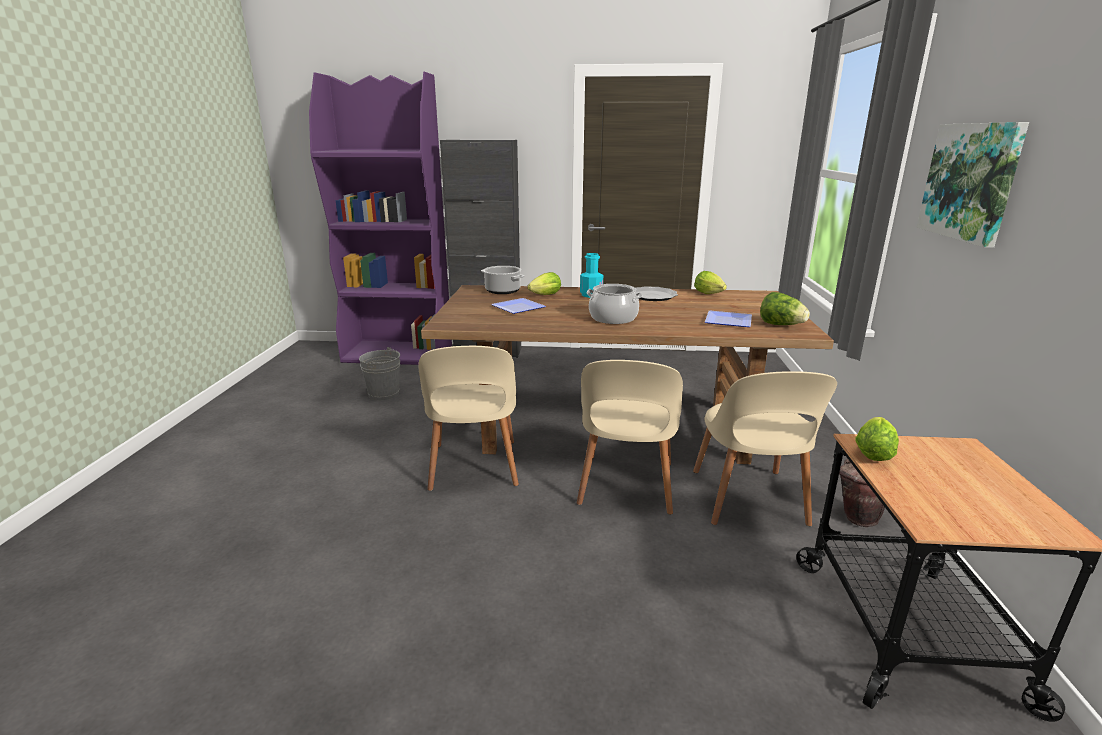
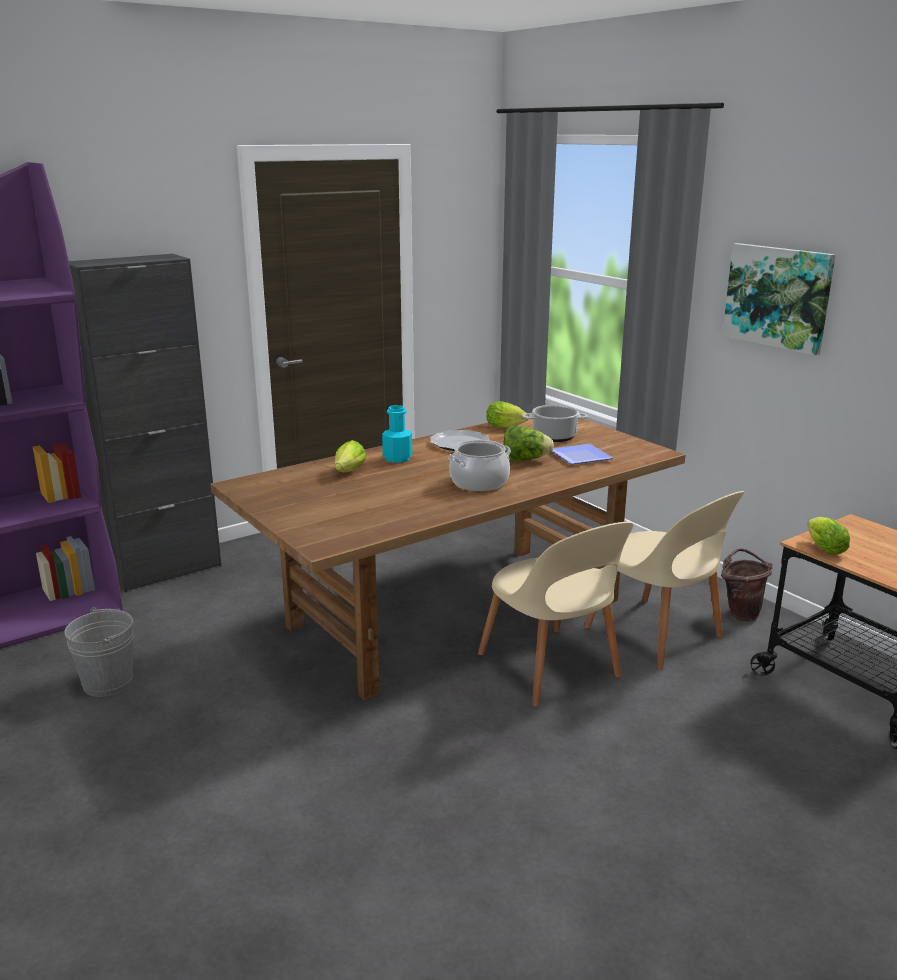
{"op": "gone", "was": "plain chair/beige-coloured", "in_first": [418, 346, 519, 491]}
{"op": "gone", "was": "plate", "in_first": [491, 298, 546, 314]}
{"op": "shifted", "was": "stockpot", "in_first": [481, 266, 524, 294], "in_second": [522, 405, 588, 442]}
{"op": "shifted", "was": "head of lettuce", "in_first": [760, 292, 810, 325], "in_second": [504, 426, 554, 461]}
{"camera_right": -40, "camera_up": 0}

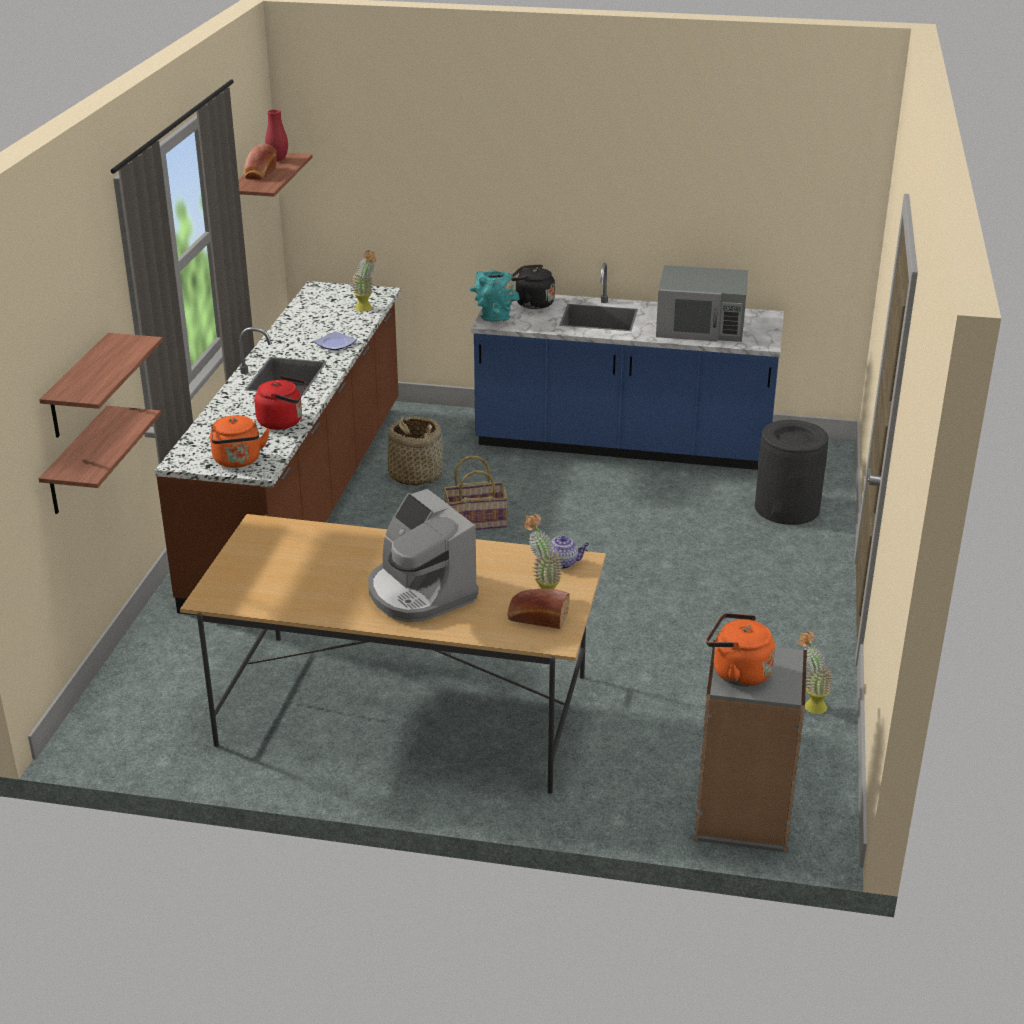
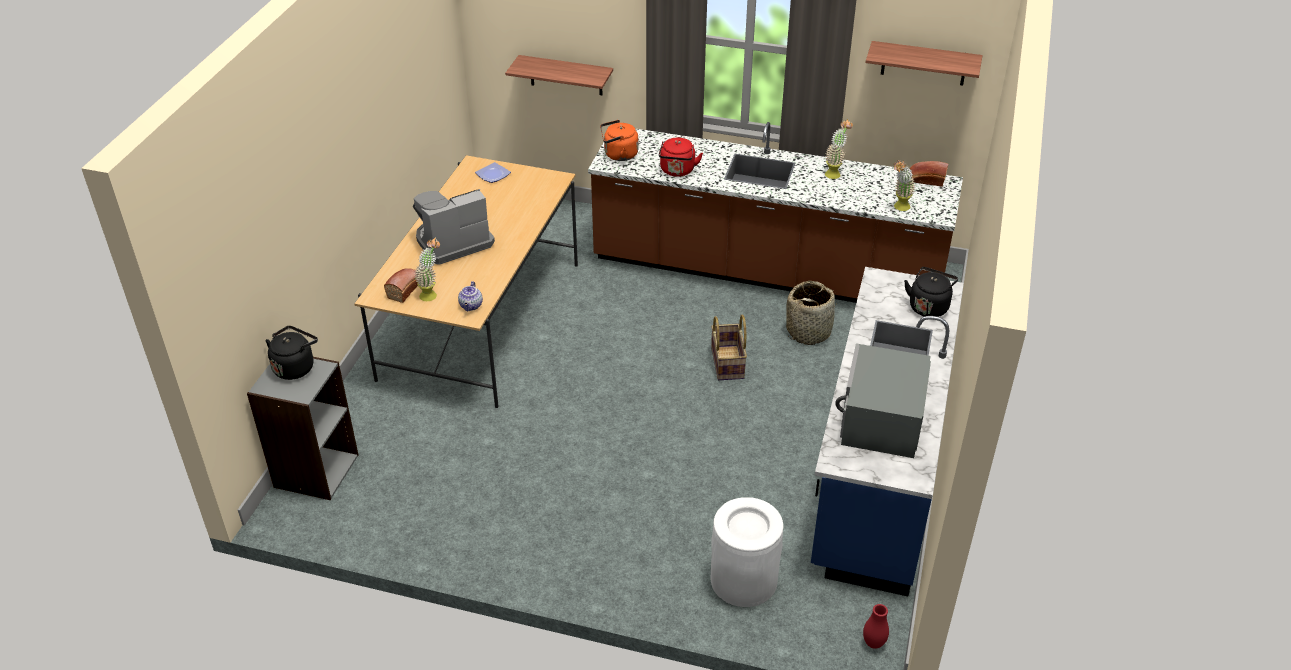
{"op": "gone", "was": "shelf", "in_first": [39, 333, 163, 438]}
{"op": "gone", "was": "decorative vase/blue-green", "in_first": [470, 269, 520, 323]}
{"op": "shifted", "was": "bakery bread", "in_first": [244, 144, 277, 180], "in_second": [910, 161, 948, 187]}
{"op": "shifted", "was": "decorative vase/reddish", "in_first": [265, 110, 288, 161], "in_second": [863, 604, 889, 649]}
{"op": "shifted", "was": "plate", "in_first": [313, 331, 357, 350], "in_second": [475, 162, 511, 183]}
{"op": "shifted", "was": "plant in a pot", "in_first": [798, 631, 833, 714], "in_second": [825, 119, 853, 179]}
{"op": "repainted", "was": "water kettle/orange", "now": "water kettle/black-coloured", "in_first": [706, 613, 775, 686], "in_second": [265, 326, 318, 380]}
{"op": "repainted", "was": "rubbish bin/black-coloured", "now": "rubbish bin/white-coloured", "in_first": [755, 420, 829, 525], "in_second": [710, 497, 783, 607]}
{"camera_right": 95, "camera_up": 10}

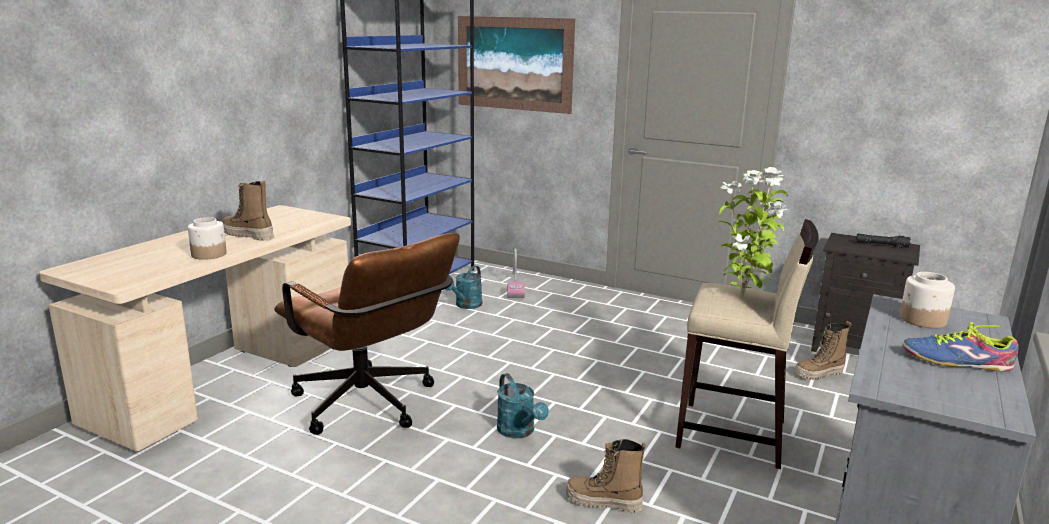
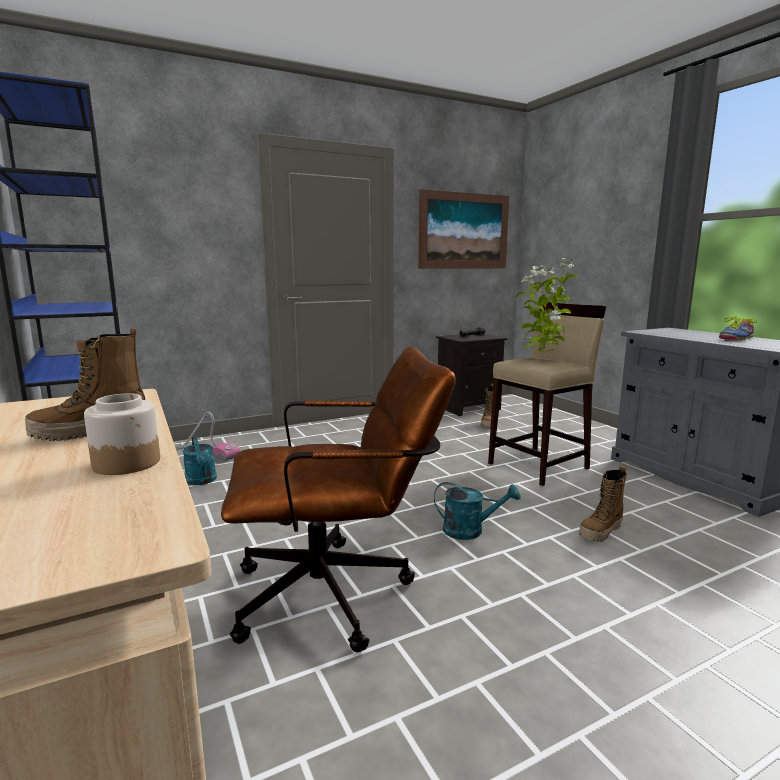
{"op": "gone", "was": "storage jar", "in_first": [900, 272, 955, 328]}
{"op": "shifted", "was": "wall art", "in_first": [458, 16, 575, 114], "in_second": [418, 189, 509, 269]}
{"camera_right": -55, "camera_up": -5}

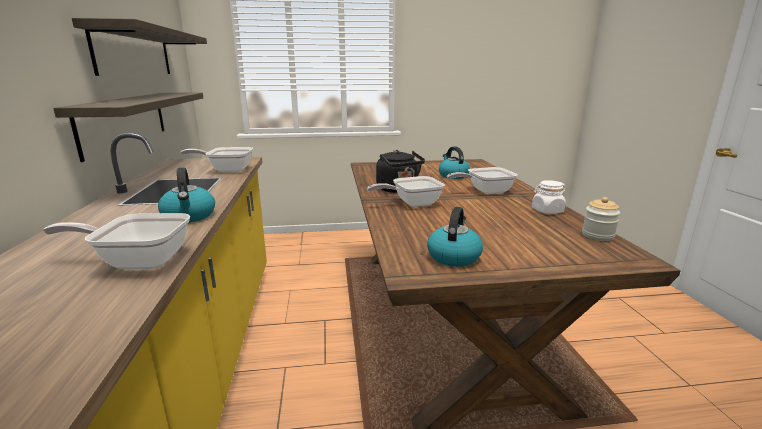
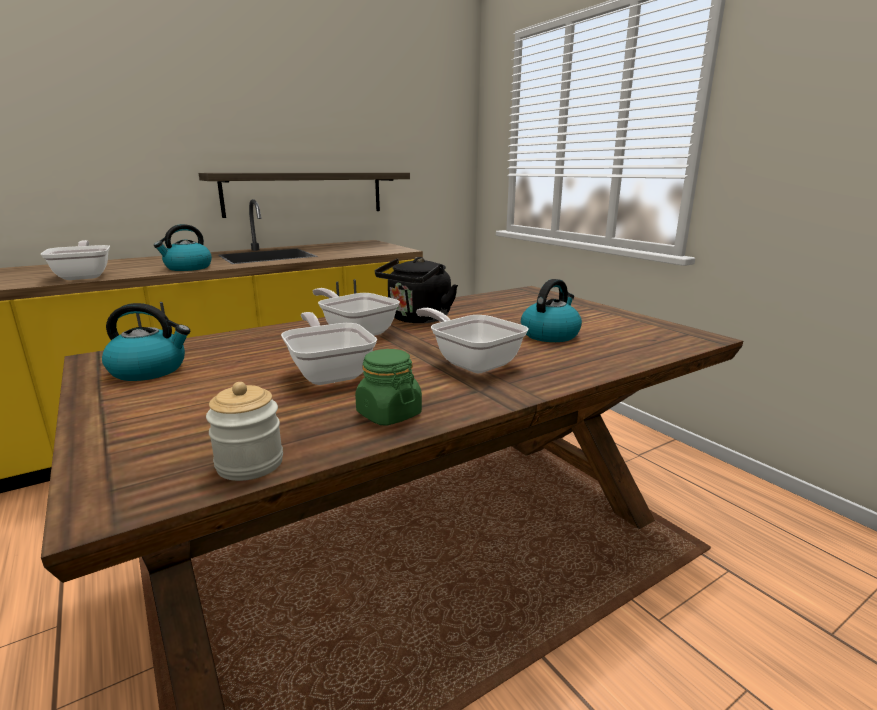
{"op": "gone", "was": "shelf", "in_first": [72, 18, 207, 76]}
{"op": "shifted", "was": "frying pan", "in_first": [180, 147, 253, 172], "in_second": [281, 312, 377, 385]}
{"op": "repainted", "was": "storage jar/white-coloured", "now": "storage jar/green", "in_first": [532, 180, 566, 214], "in_second": [355, 349, 422, 426]}
{"camera_right": 65, "camera_up": 0}

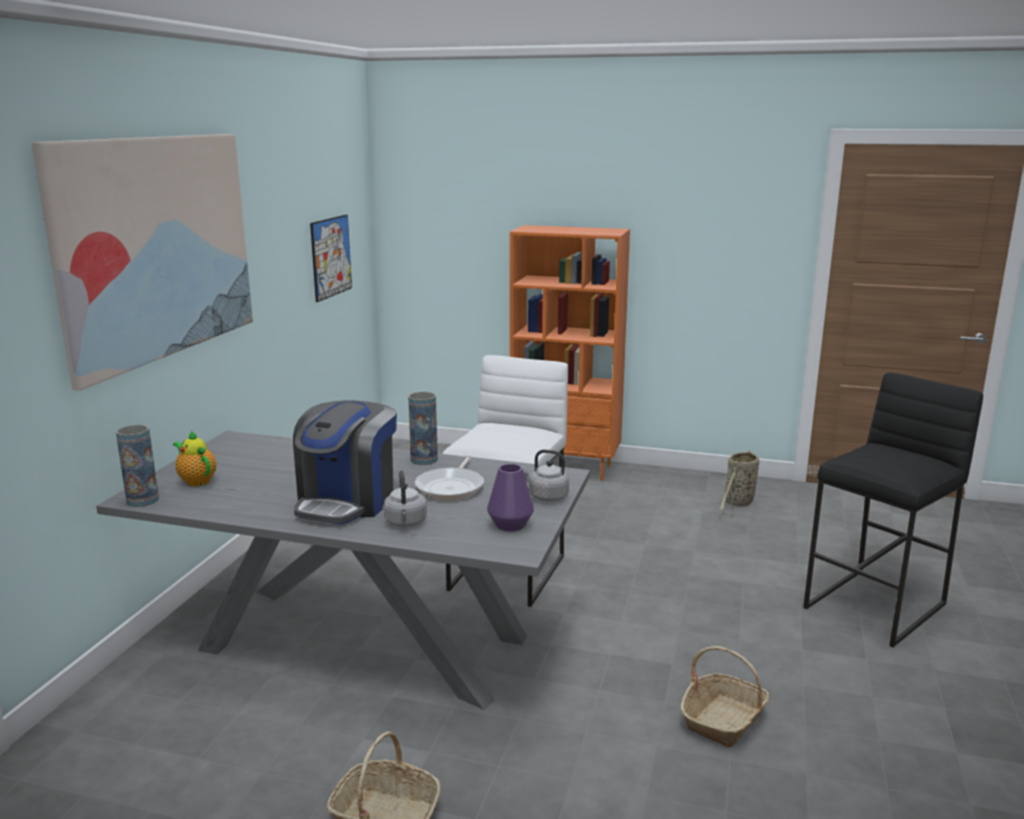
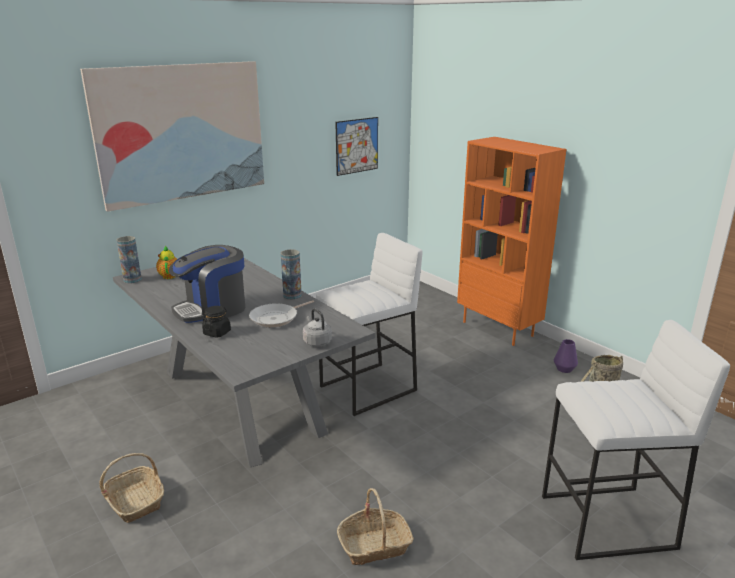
{"op": "shifted", "was": "decorative vase/purplish", "in_first": [487, 464, 534, 531], "in_second": [554, 339, 578, 373]}
{"op": "swapped", "was": "water kettle/greyish", "now": "storage jar/black-coloured", "in_first": [384, 470, 427, 527], "in_second": [202, 306, 231, 338]}
{"op": "repainted", "was": "stool/black-coloured", "now": "stool/white-coloured", "in_first": [803, 372, 983, 647], "in_second": [542, 320, 730, 560]}
{"camera_right": 35, "camera_up": 5}

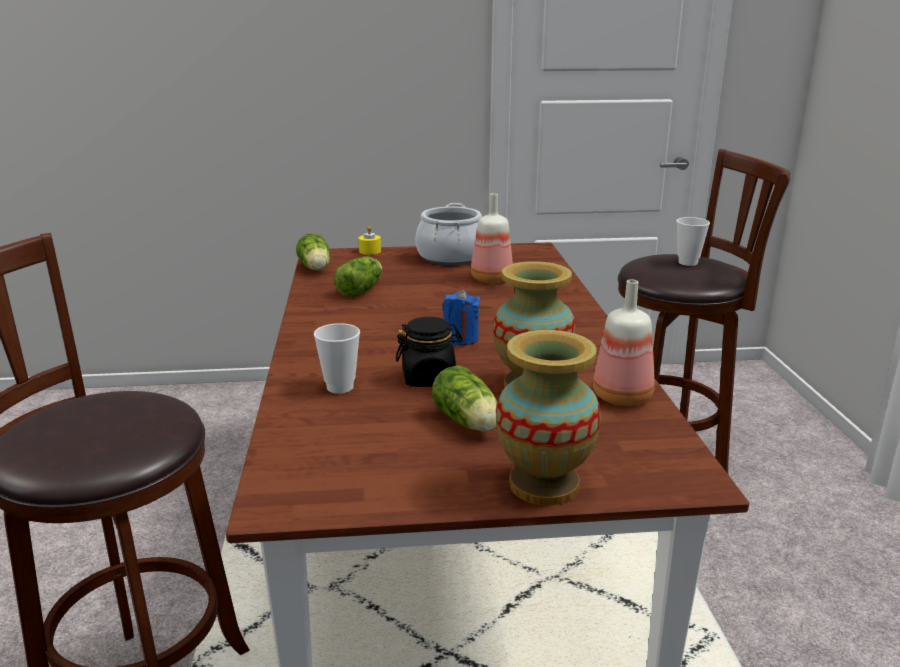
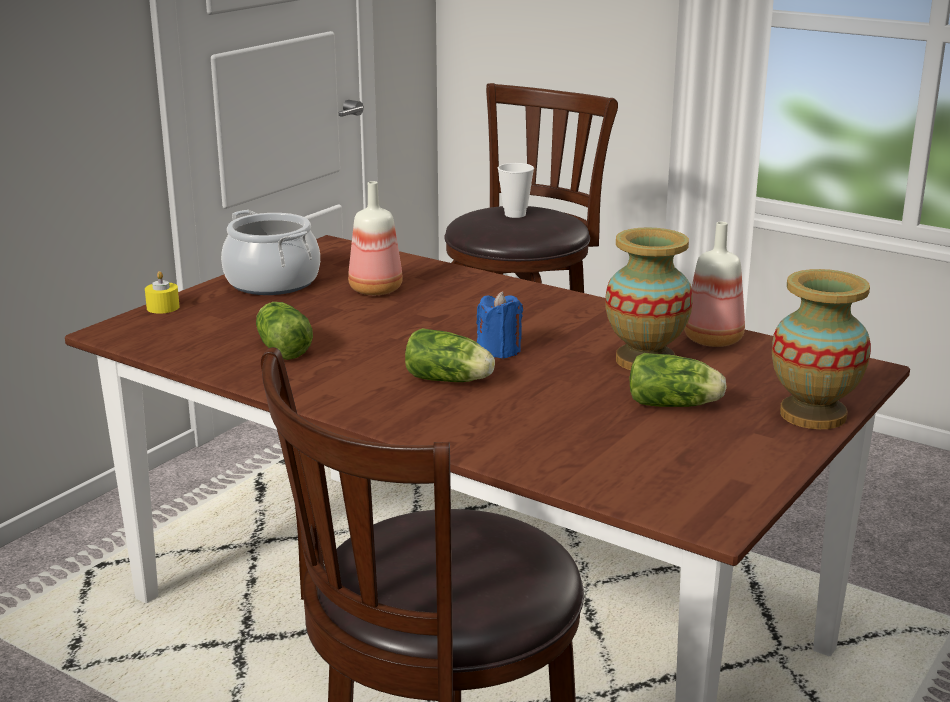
{"op": "gone", "was": "drinking cup", "in_first": [314, 323, 360, 394]}
{"op": "gone", "was": "storage jar/black-coloured", "in_first": [396, 317, 463, 387]}
{"op": "shifted", "was": "head of lettuce", "in_first": [296, 233, 330, 271], "in_second": [405, 328, 495, 382]}
{"camera_right": -50, "camera_up": 0}

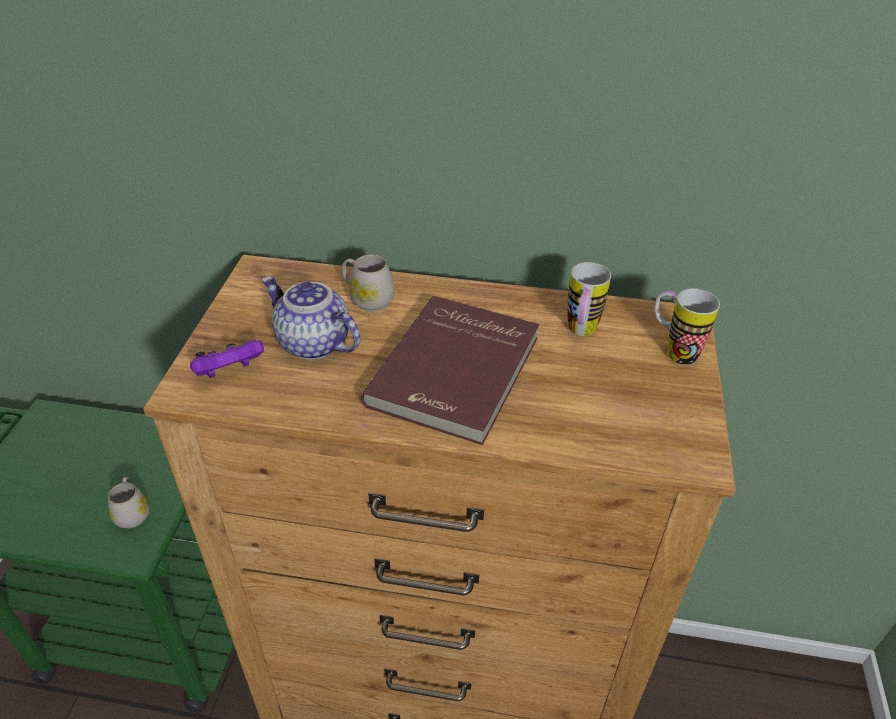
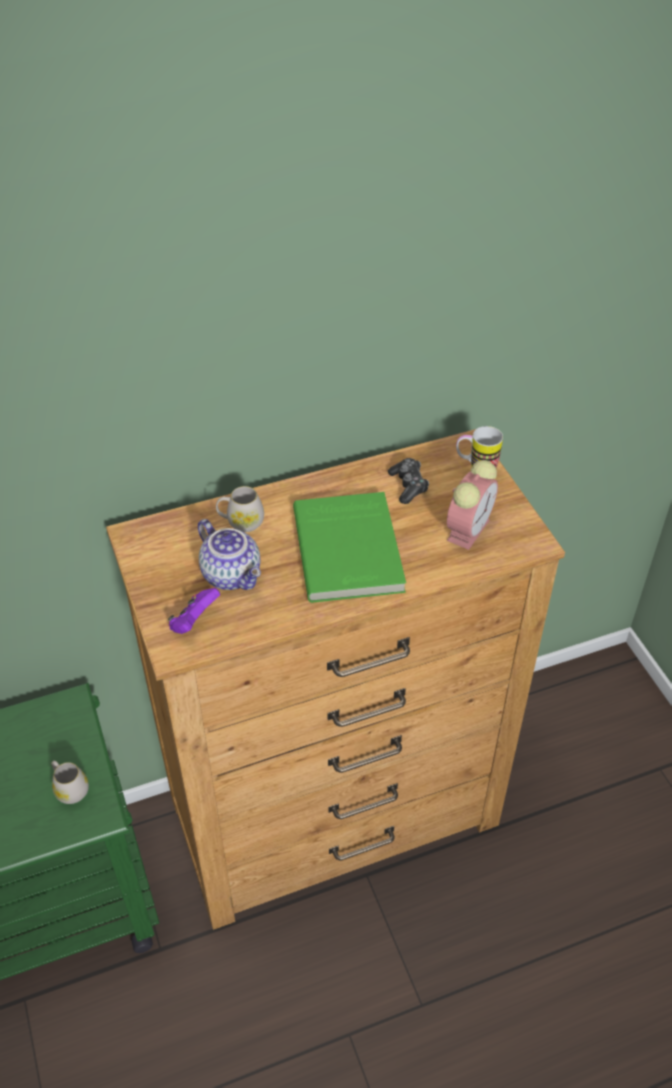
{"op": "new", "now": "table clock", "in_second": [447, 460, 498, 550]}
{"op": "swapped", "was": "mug", "now": "game controller", "in_first": [568, 262, 611, 336], "in_second": [388, 458, 429, 504]}
{"op": "repainted", "was": "volume/reddish", "now": "volume/green", "in_first": [361, 296, 539, 445], "in_second": [293, 492, 406, 603]}
{"op": "rotated", "was": "teapot", "in_first": [261, 276, 360, 360], "in_second": [198, 519, 261, 590], "clockwise": -135}
{"camera_right": -30, "camera_up": 5}

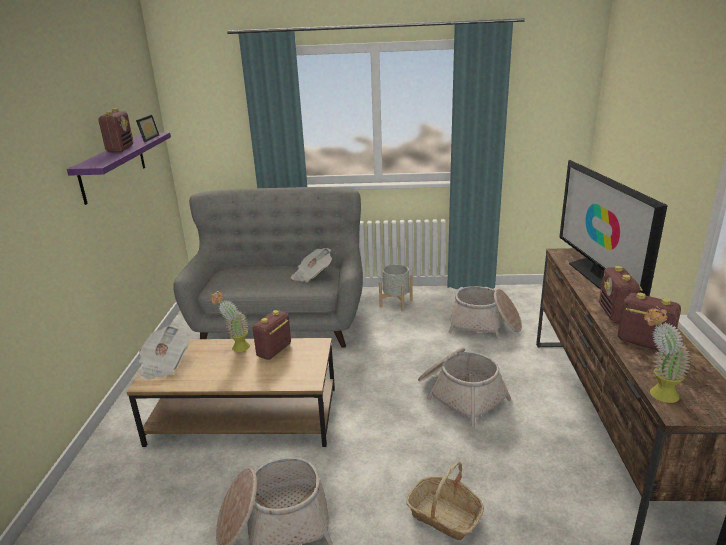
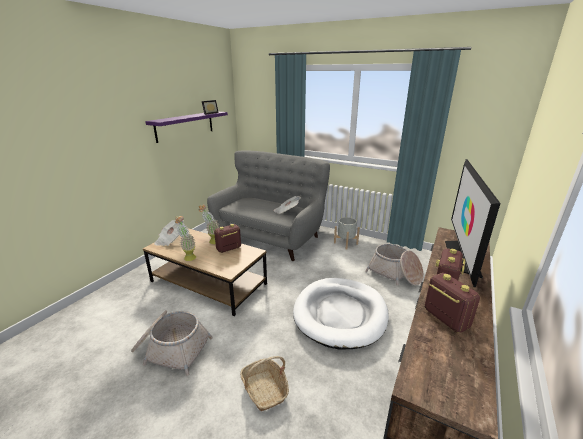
{"op": "gone", "was": "radio set", "in_first": [98, 108, 133, 153]}
{"op": "shifted", "was": "plant in a pot", "in_first": [644, 306, 690, 403], "in_second": [175, 216, 196, 261]}
{"op": "swapped", "was": "basket", "now": "dog cushion/white-coloured", "in_first": [418, 347, 511, 427], "in_second": [293, 278, 389, 349]}
{"camera_right": 25, "camera_up": 0}

